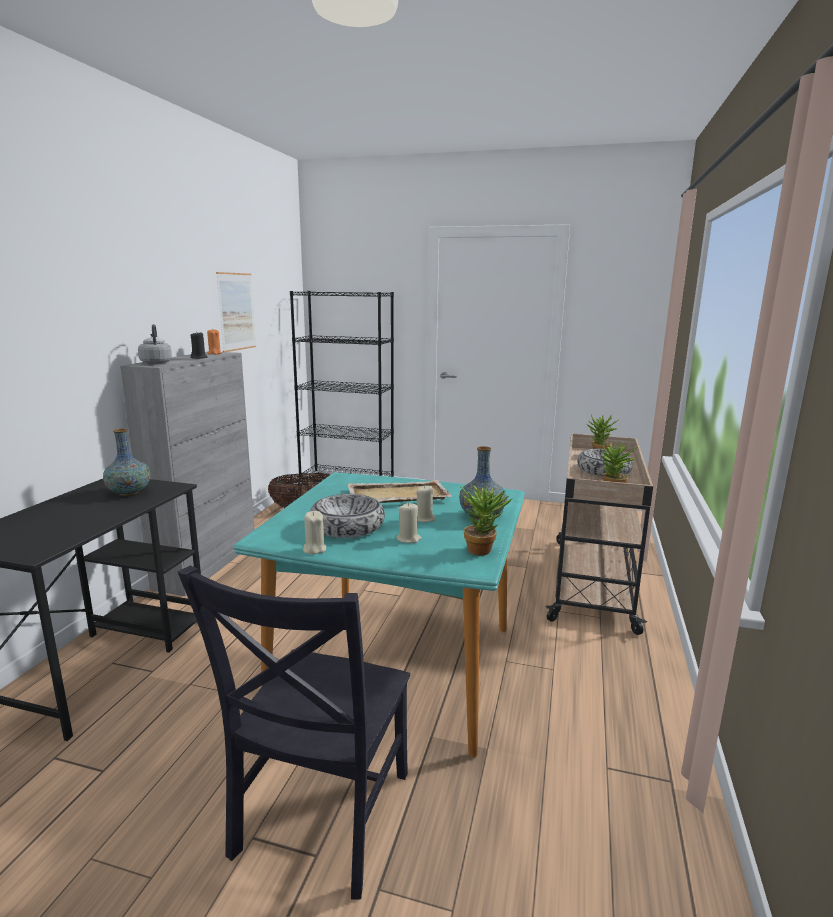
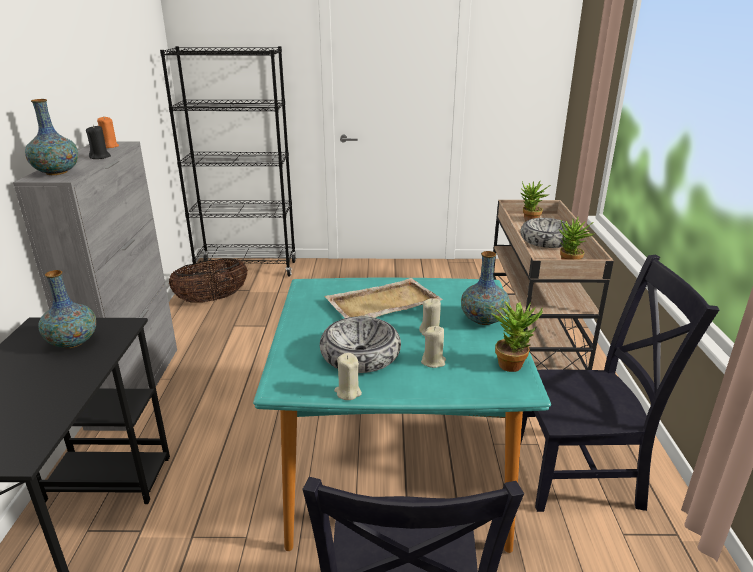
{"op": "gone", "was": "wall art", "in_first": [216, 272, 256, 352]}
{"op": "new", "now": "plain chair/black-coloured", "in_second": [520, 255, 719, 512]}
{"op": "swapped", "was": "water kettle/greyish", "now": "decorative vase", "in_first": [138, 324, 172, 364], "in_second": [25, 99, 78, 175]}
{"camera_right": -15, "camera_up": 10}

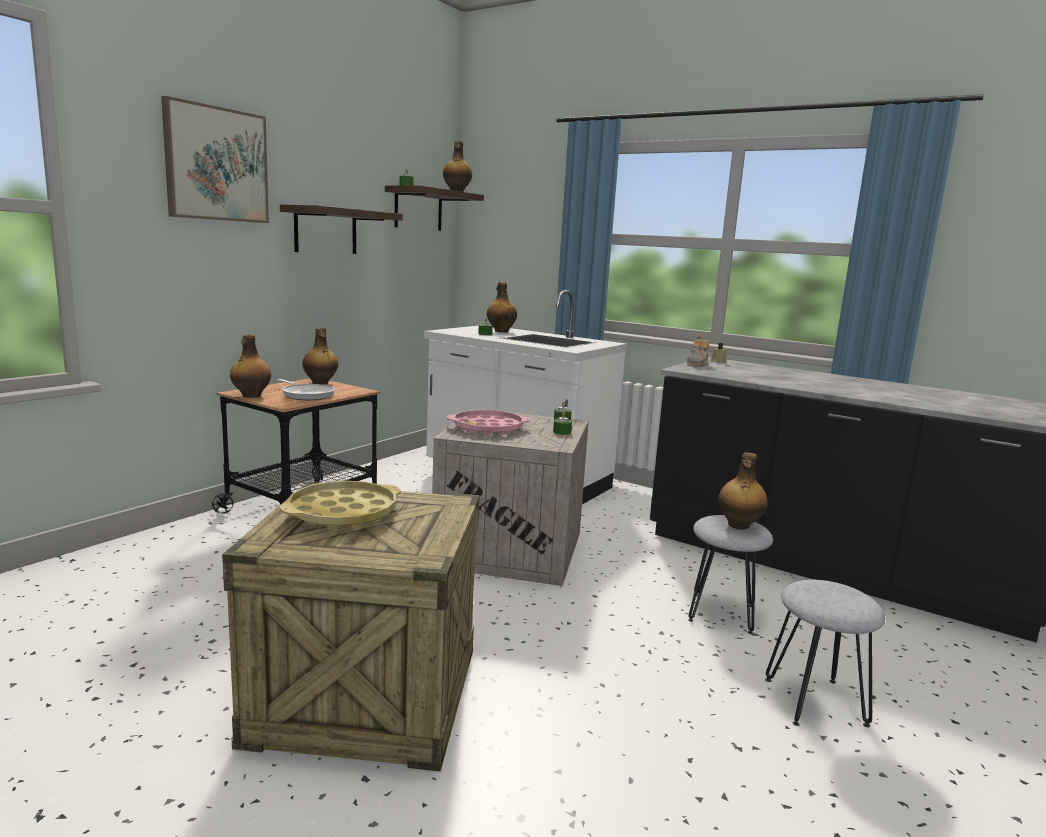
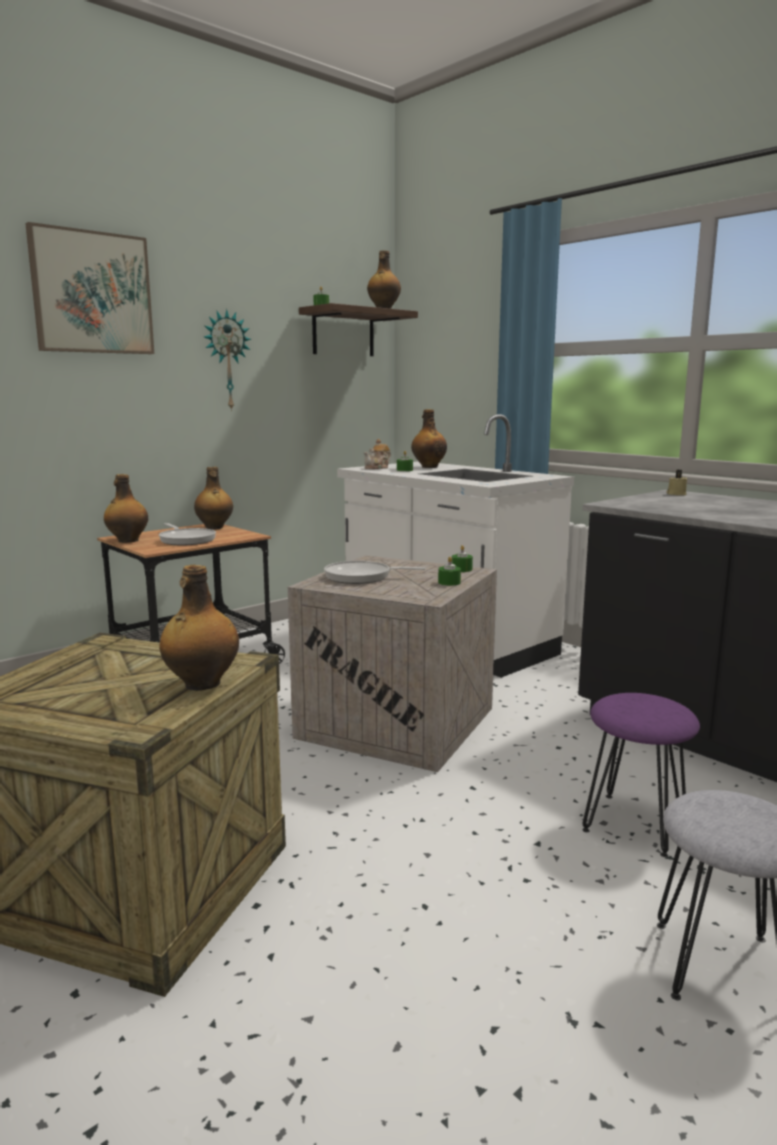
{"op": "gone", "was": "tray/yellow-coloured", "in_first": [280, 481, 401, 529]}
{"op": "shifted", "was": "teapot", "in_first": [687, 334, 709, 367], "in_second": [363, 439, 391, 469]}
{"op": "shifted", "was": "drink bottle", "in_first": [718, 452, 768, 530], "in_second": [159, 565, 239, 691]}
{"op": "swapped", "was": "shelf", "now": "hanging clock", "in_first": [280, 204, 403, 254], "in_second": [204, 309, 251, 411]}
{"op": "swapped", "was": "tray/pink-coloured", "now": "frying pan", "in_first": [447, 410, 530, 435], "in_second": [324, 561, 426, 584]}
{"op": "repainted", "was": "stool/greyish", "now": "stool/purplish", "in_first": [688, 515, 773, 634], "in_second": [582, 693, 700, 857]}
{"camera_right": 15, "camera_up": 0}

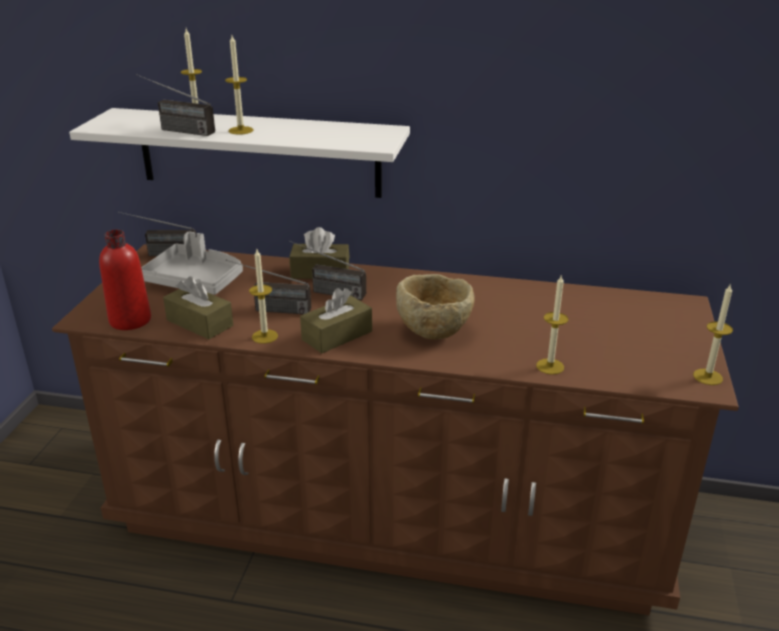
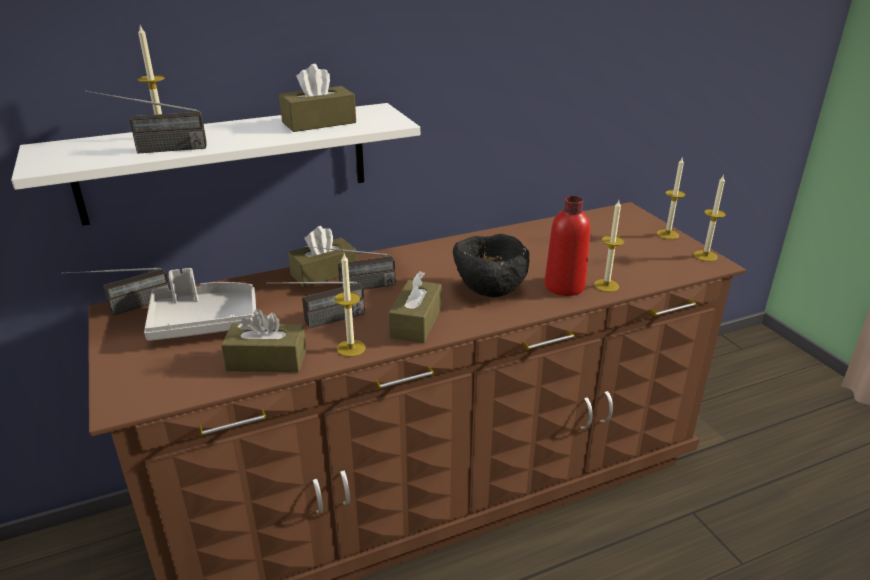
{"op": "new", "now": "box of tissues/brown-coloured", "in_second": [279, 64, 356, 132]}
{"op": "shifted", "was": "drink bottle/reddish", "in_first": [99, 230, 151, 330], "in_second": [544, 196, 590, 296]}
{"op": "shifted", "was": "candle", "in_first": [225, 35, 253, 135], "in_second": [657, 158, 685, 239]}
{"op": "repainted", "was": "deep dish/beige-coloured", "now": "deep dish/black-coloured", "in_first": [396, 274, 475, 339], "in_second": [453, 234, 529, 297]}
{"camera_right": -35, "camera_up": 0}

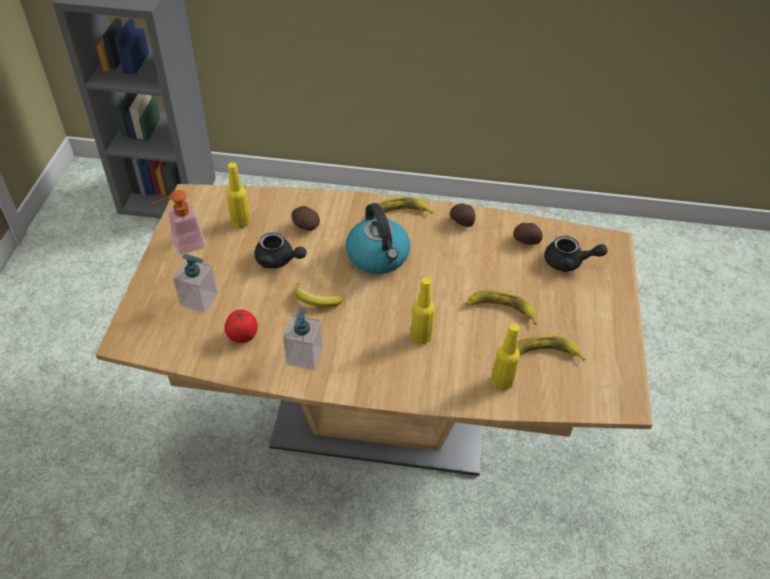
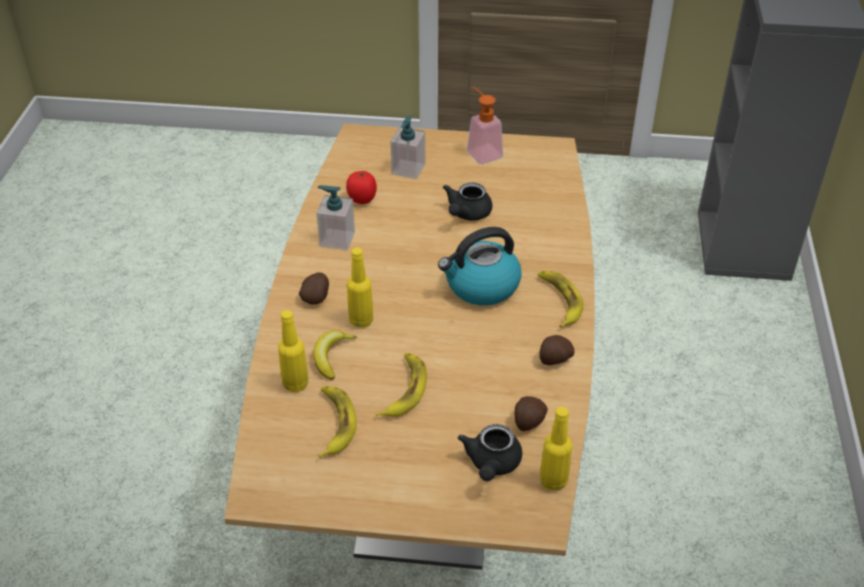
{"op": "shifted", "was": "drink bottle/yellow-coloured", "in_first": [227, 162, 250, 228], "in_second": [539, 407, 572, 491]}
{"op": "shifted", "was": "whole potato", "in_first": [291, 206, 320, 231], "in_second": [299, 272, 329, 304]}
{"op": "shifted", "was": "banana", "in_first": [294, 283, 344, 307], "in_second": [313, 330, 357, 380]}
{"camera_right": 90, "camera_up": -5}

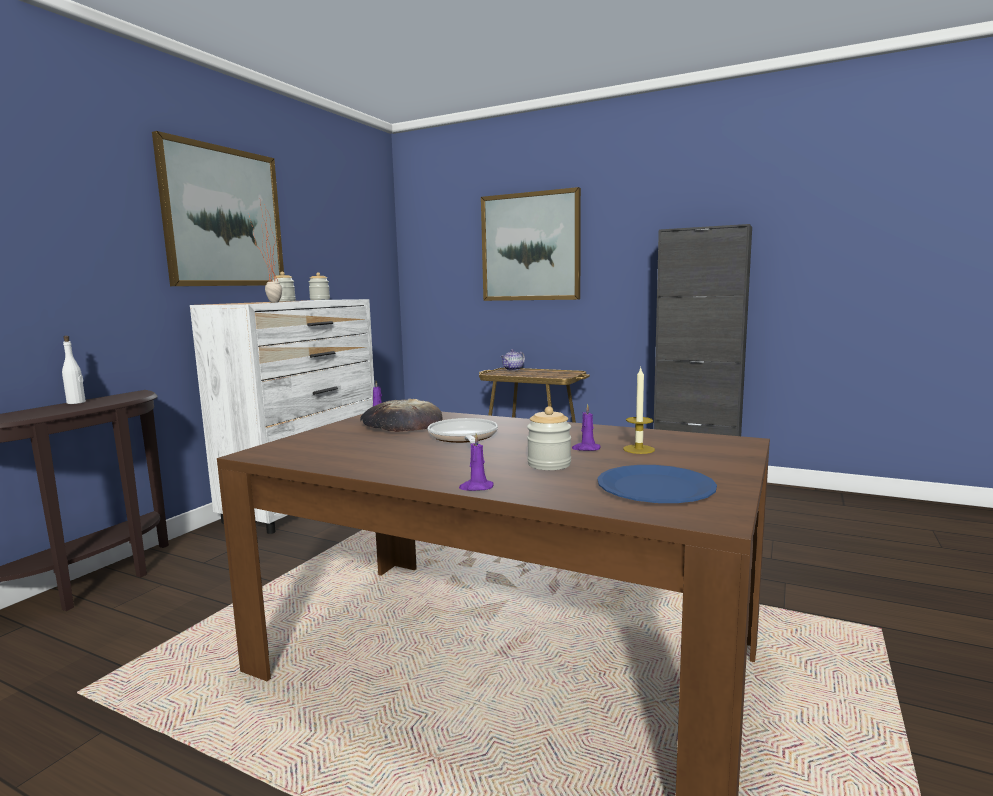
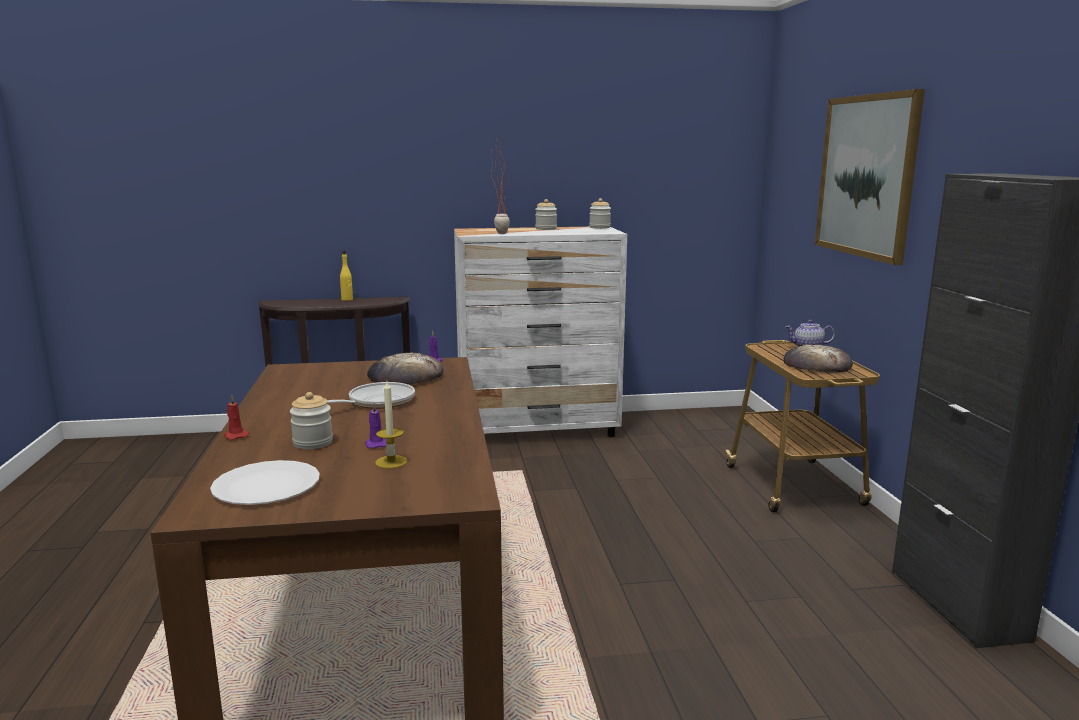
{"op": "gone", "was": "wall art", "in_first": [152, 131, 284, 286]}
{"op": "new", "now": "bakery bread", "in_second": [784, 344, 853, 373]}
{"op": "repainted", "was": "drink bottle/white-coloured", "now": "drink bottle/yellow-coloured", "in_first": [62, 336, 86, 404], "in_second": [340, 250, 353, 301]}
{"op": "repainted", "was": "candle/purplish", "now": "candle/reddish", "in_first": [459, 433, 494, 491], "in_second": [224, 395, 249, 440]}
{"op": "repainted", "was": "plate/blue", "now": "plate/white-coloured", "in_first": [597, 465, 717, 503], "in_second": [210, 460, 320, 505]}
{"camera_right": 55, "camera_up": 5}

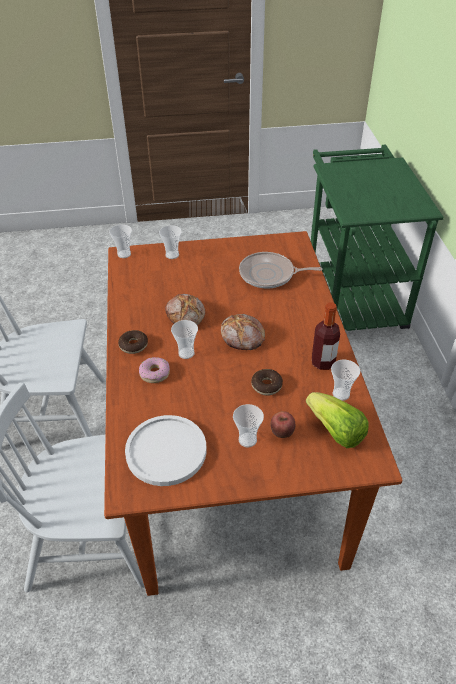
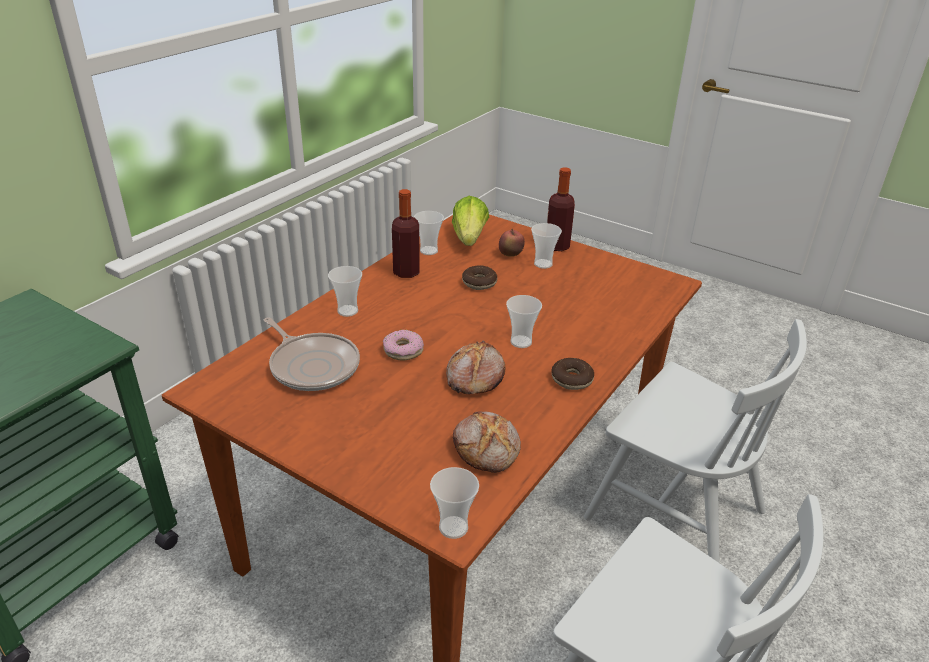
{"op": "gone", "was": "plate/white-coloured", "in_first": [125, 415, 206, 486]}
{"op": "new", "now": "drink bottle", "in_second": [547, 167, 575, 251]}
{"op": "shifted", "was": "doughnut", "in_first": [139, 357, 170, 383], "in_second": [383, 330, 424, 360]}
{"op": "shifted", "was": "drinking cup", "in_first": [159, 225, 182, 259], "in_second": [328, 266, 362, 317]}
{"op": "shifted", "was": "bakery bread", "in_first": [221, 314, 265, 350], "in_second": [453, 411, 521, 473]}
{"camera_right": -140, "camera_up": -10}

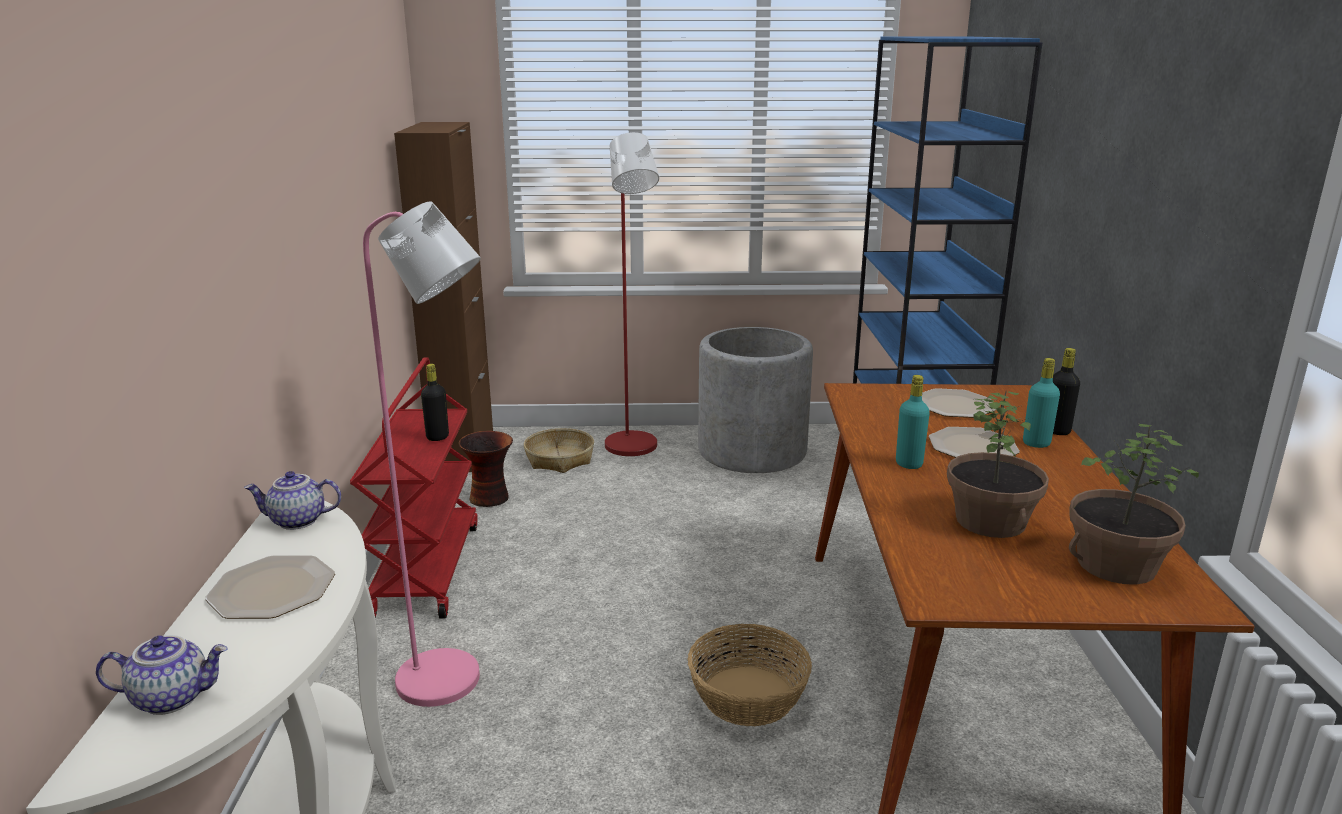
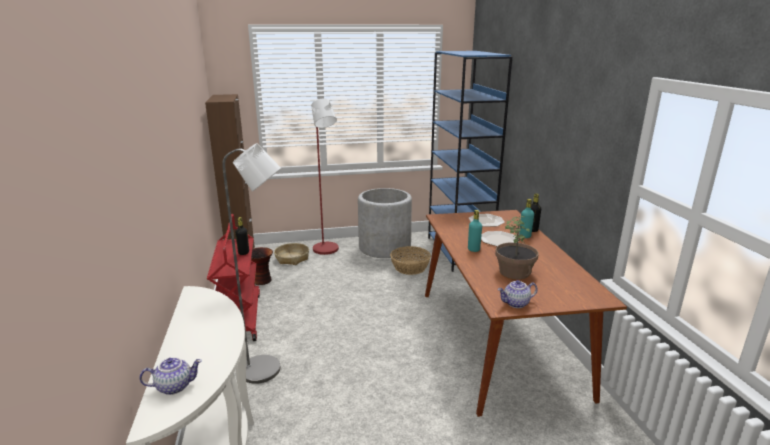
{"op": "gone", "was": "plate", "in_first": [205, 555, 335, 619]}
{"op": "gone", "was": "plant in a pot", "in_first": [1069, 424, 1199, 585]}
{"op": "shifted", "was": "teapot", "in_first": [244, 471, 341, 530], "in_second": [497, 280, 538, 308]}
{"op": "shifted", "was": "basket", "in_first": [687, 624, 812, 726], "in_second": [390, 246, 431, 275]}
{"op": "repainted", "was": "floor lamp/pink-coloured", "now": "floor lamp/greyish", "in_first": [363, 201, 481, 707], "in_second": [222, 143, 281, 384]}
{"camera_right": -10, "camera_up": 0}

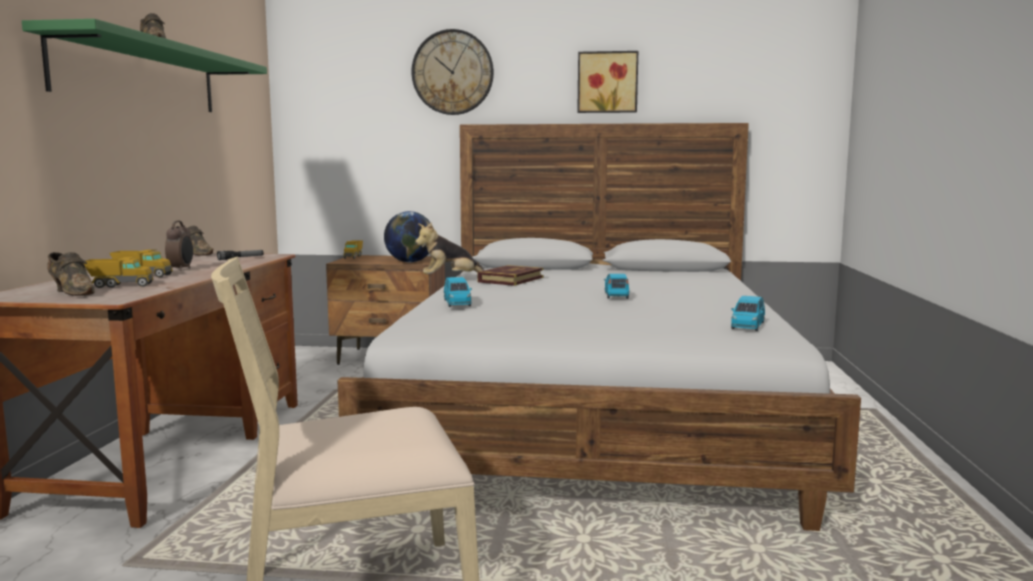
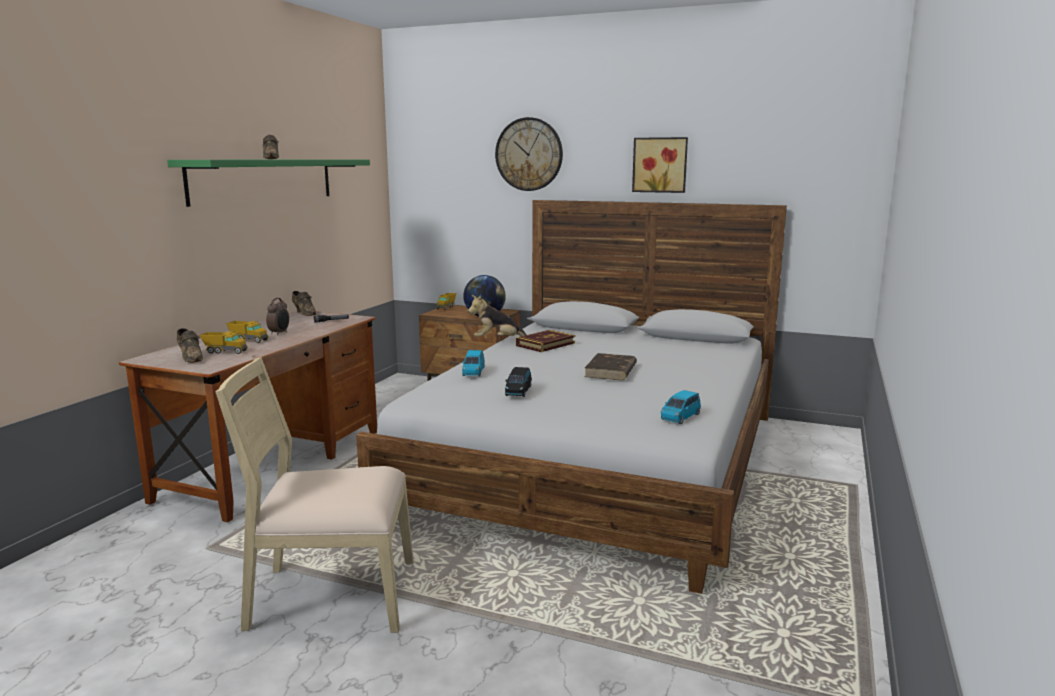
{"op": "new", "now": "toy car/black-coloured", "in_second": [505, 367, 532, 397]}
{"op": "swapped", "was": "toy car/blue", "now": "volume/brown-coloured", "in_first": [604, 274, 629, 299], "in_second": [585, 353, 637, 380]}
{"camera_right": 15, "camera_up": 5}

